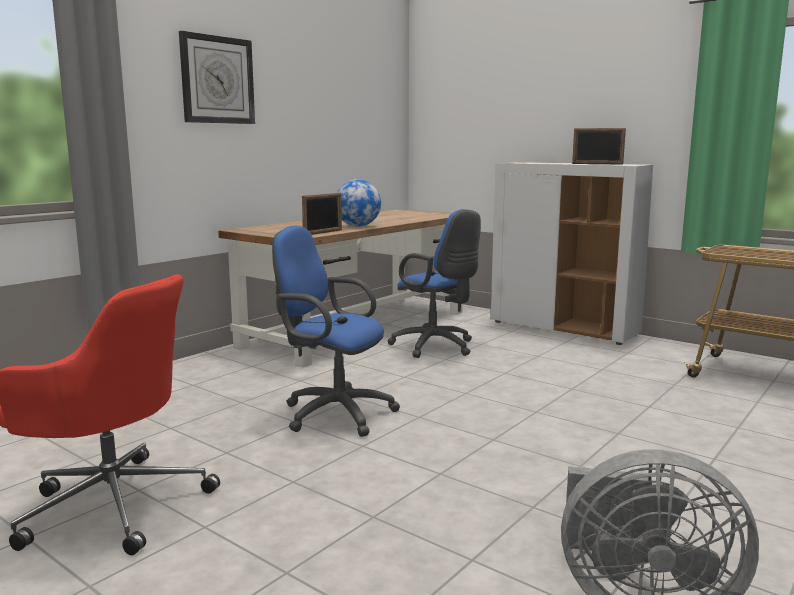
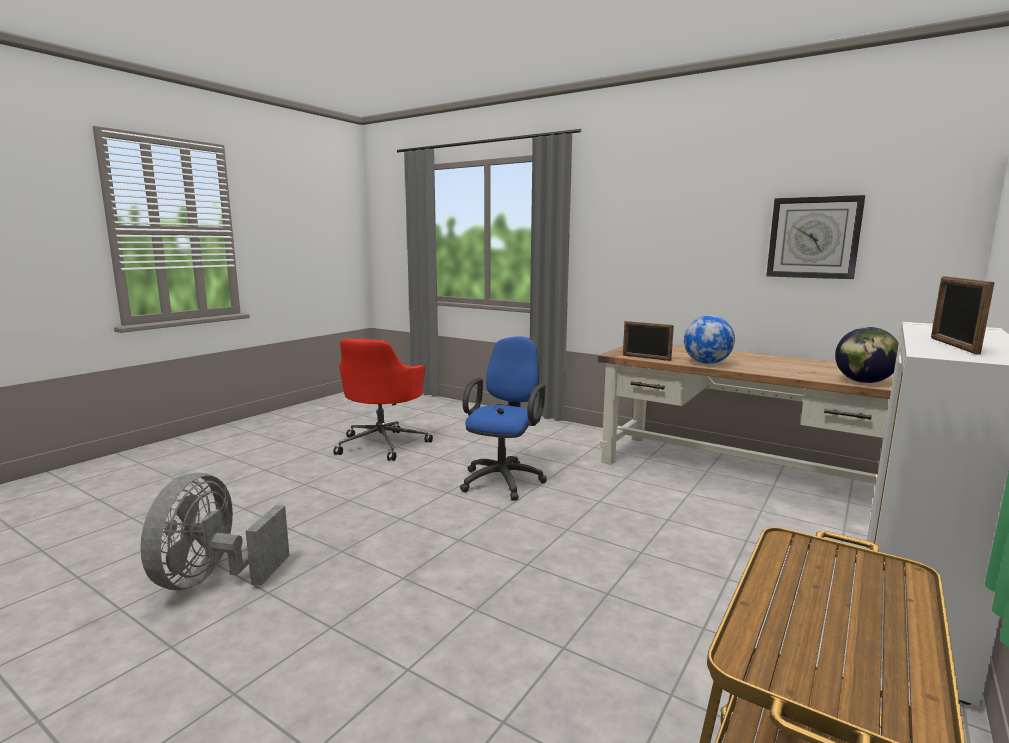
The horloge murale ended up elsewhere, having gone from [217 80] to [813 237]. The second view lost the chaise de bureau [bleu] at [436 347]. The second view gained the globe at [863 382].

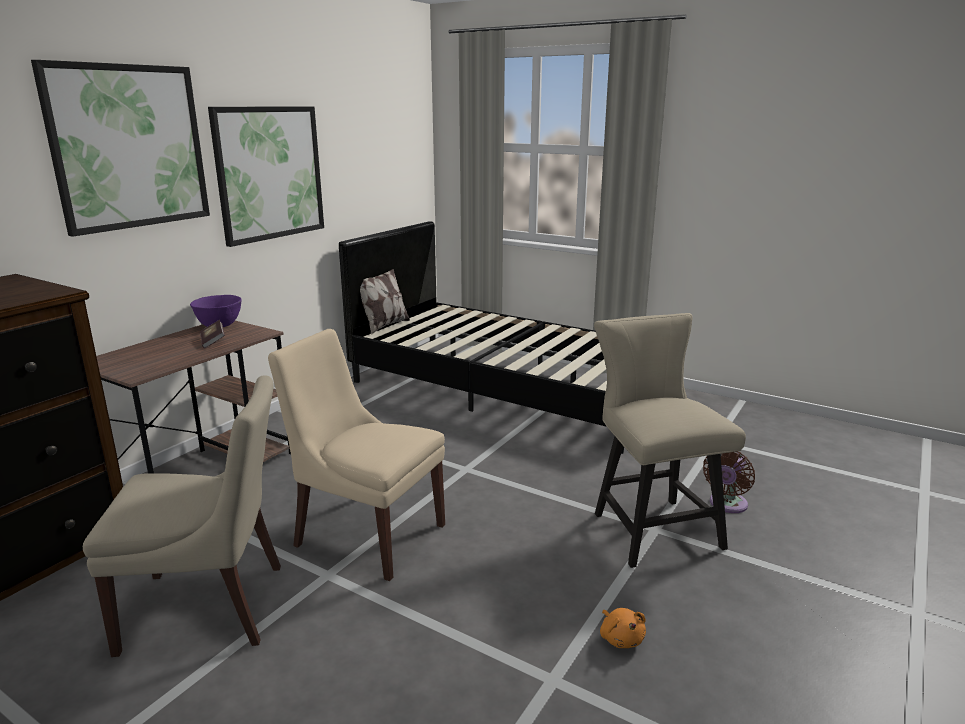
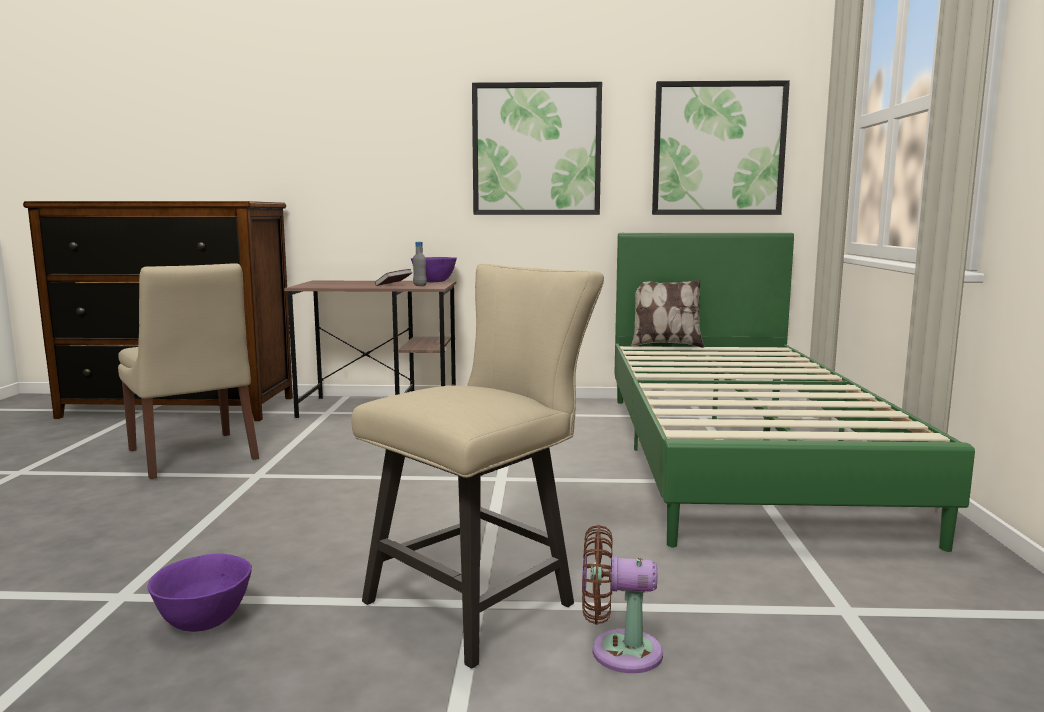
The tableau ended up elsewhere, having gone from [129 147] to [718 149]. What was the lit [noir] at [508 389] turned into the lit [vert] at [737 454]. The second view lost the chaise [beige] at [366 533]. Where the peluche [orange] stood at [621 638], the bol [violet] came to stand at [205 621]. The second view gained the bouteille [gris] at [419 285].

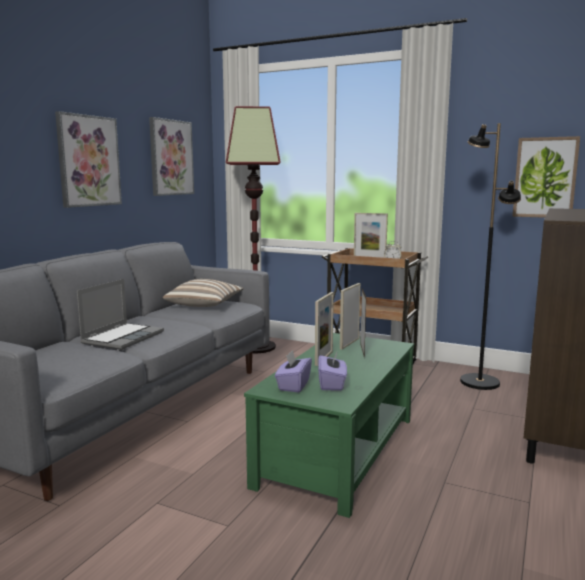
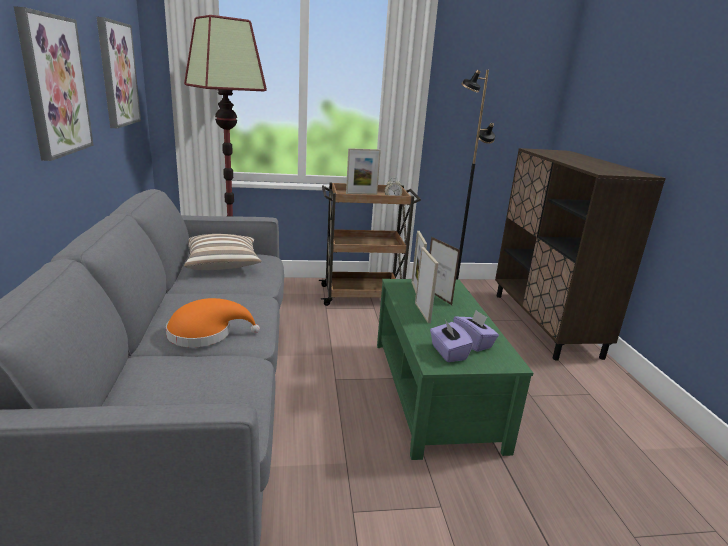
The second view lost the tableau at [545 177]. Where the ordinateur portable stood at [123 337], the chapeau [orange] came to stand at [205 333].

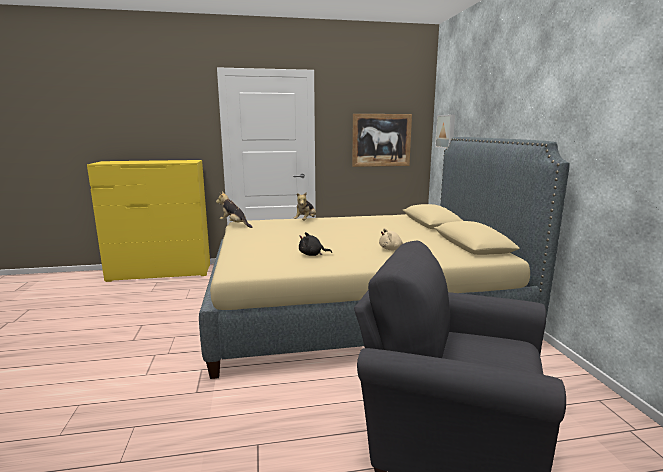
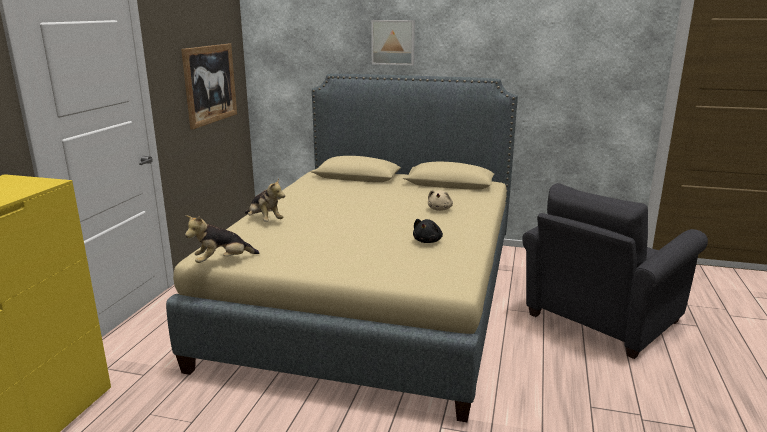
The tableau ended up elsewhere, having gone from [446 131] to [393 42].

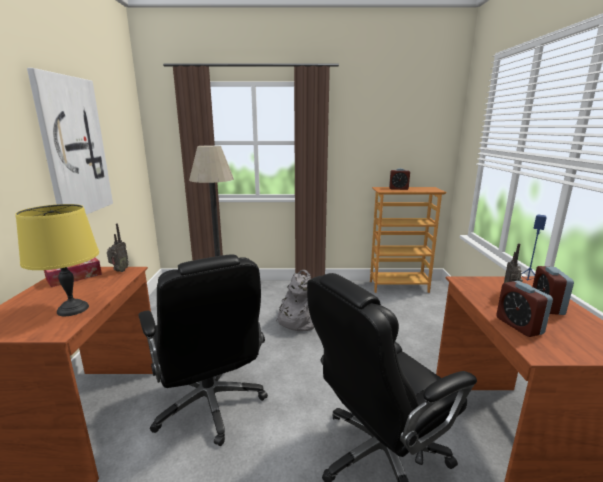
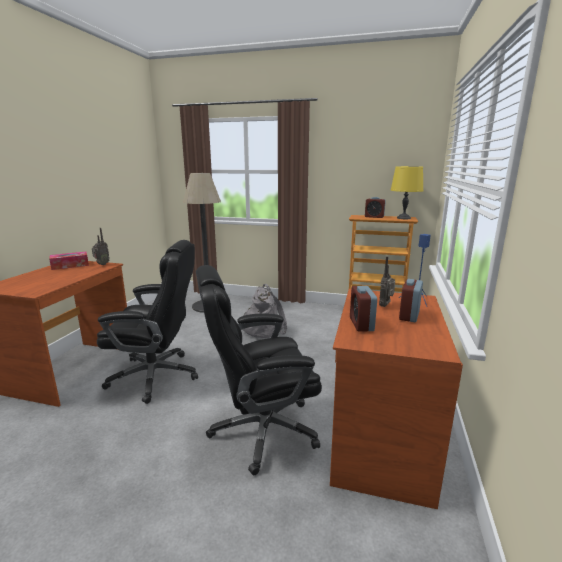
The second view lost the tableau at [73 147]. The lampe de table [jaune] ended up elsewhere, having gone from [73 309] to [403 218]. The chaise de bureau [noir] at [210 404] ended up facing another way, 75 degrees counterclockwise from before.

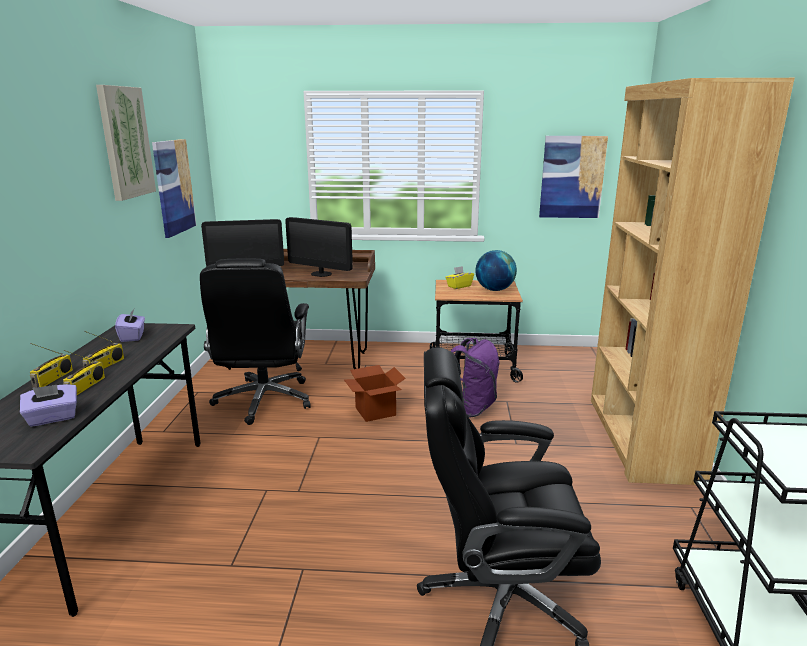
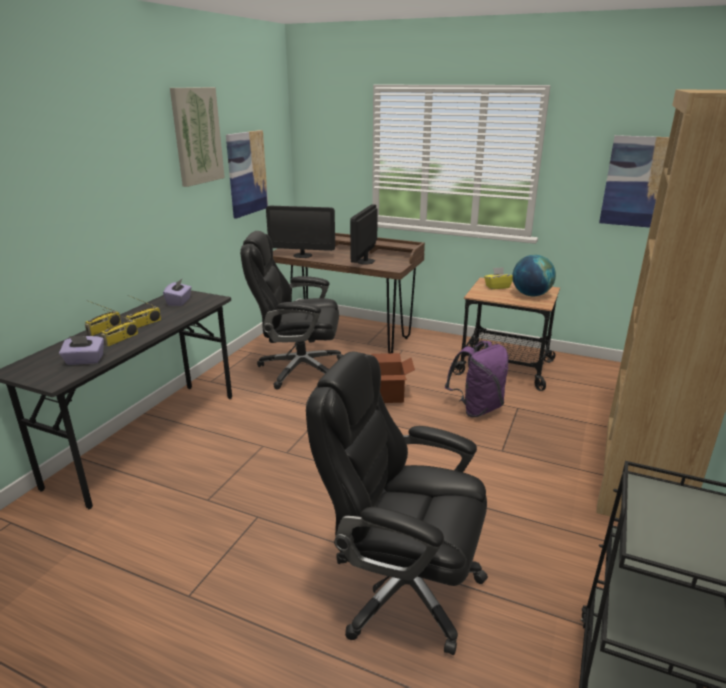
The écran d'ordinateur at [321 274] ended up facing another way, 60 degrees clockwise from before. The chaise de bureau [noir] at [264 401] ended up facing another way, 75 degrees clockwise from before.

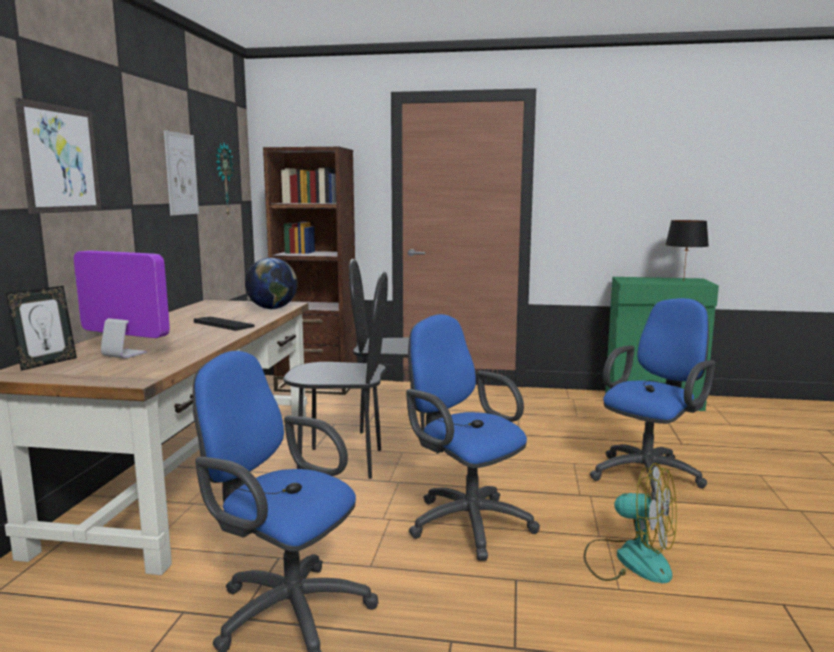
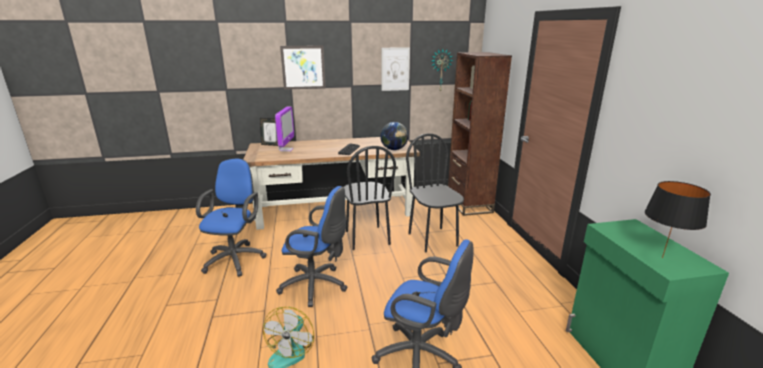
The chaise de bureau [bleu] at [465 521] ended up facing another way, 75 degrees clockwise from before.

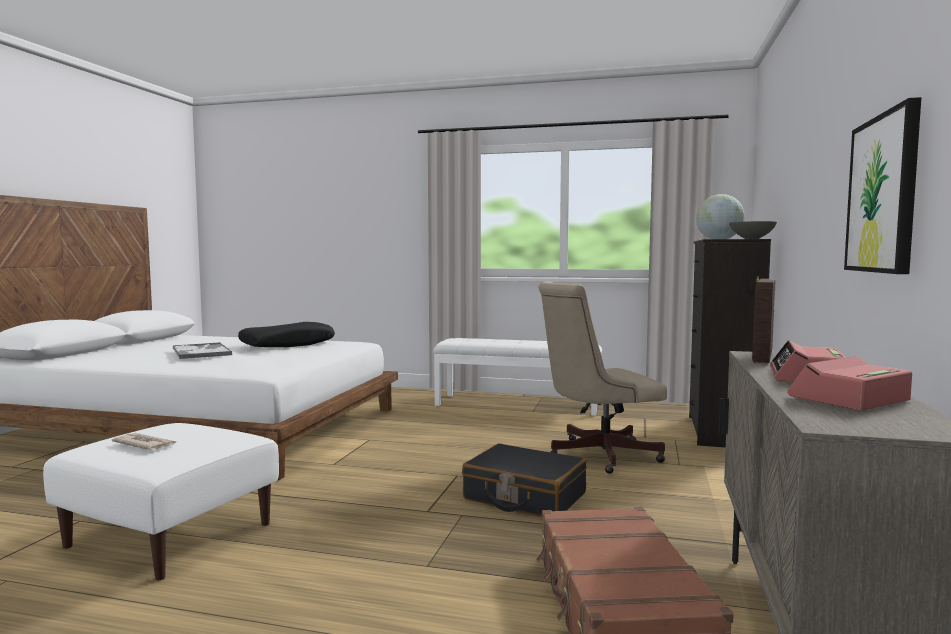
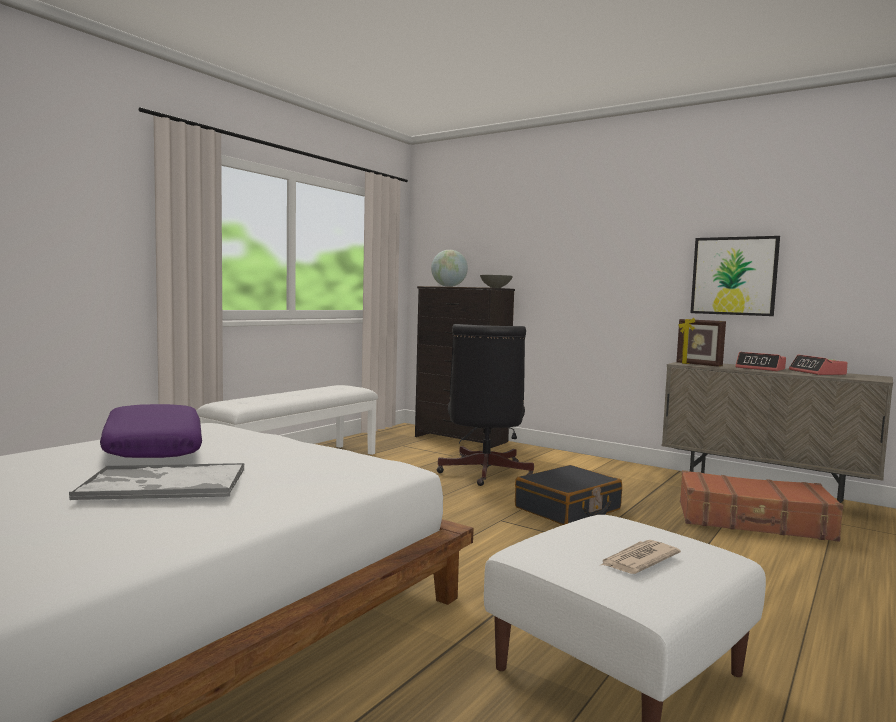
What was the chaise de bureau [beige] at [596 455] turned into the chaise de bureau [noir] at [484 474]. What was the coussin [noir] at [287 344] turned into the coussin [violet] at [152 447].

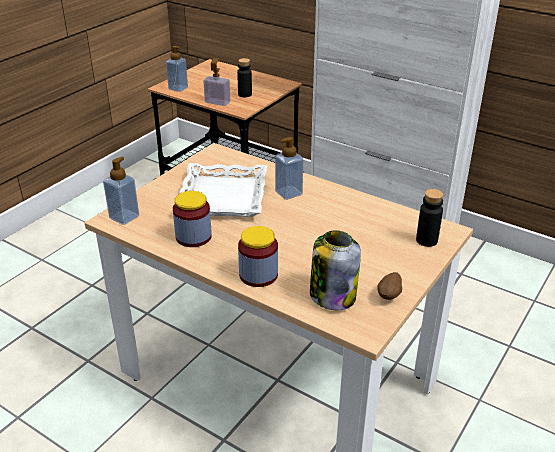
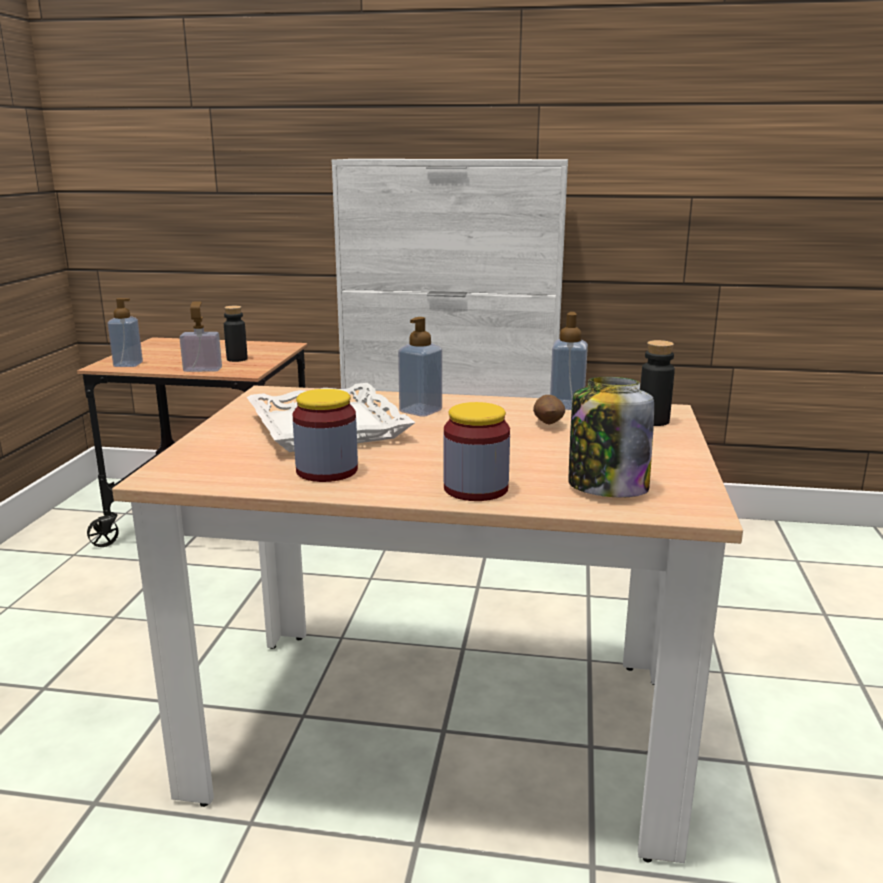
The distributeur de savon ended up elsewhere, having gone from [124 217] to [567 406]. The pomme de terre ended up elsewhere, having gone from [389 296] to [548 424].

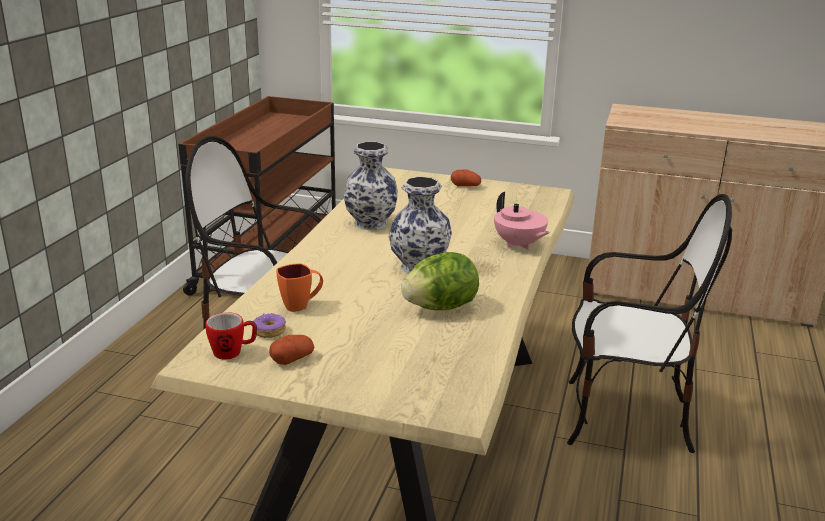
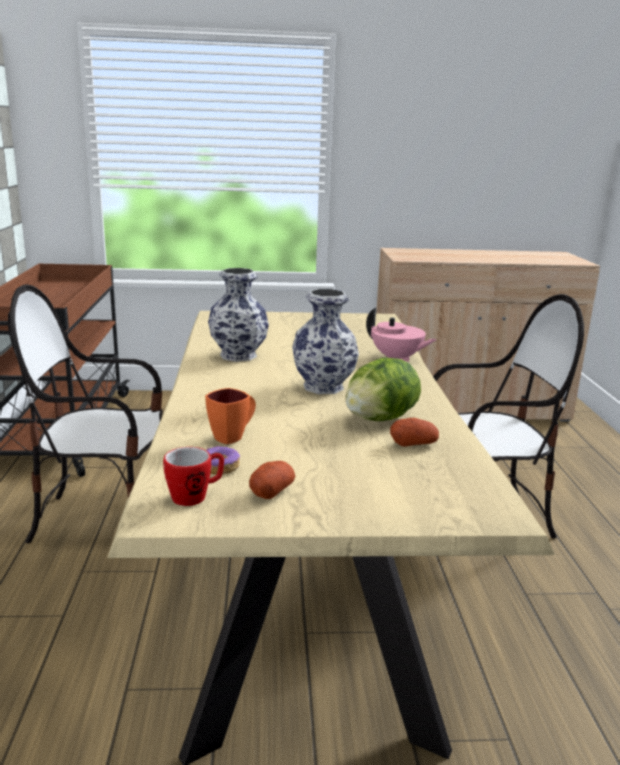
The pomme de terre ended up elsewhere, having gone from [465 186] to [413 444].

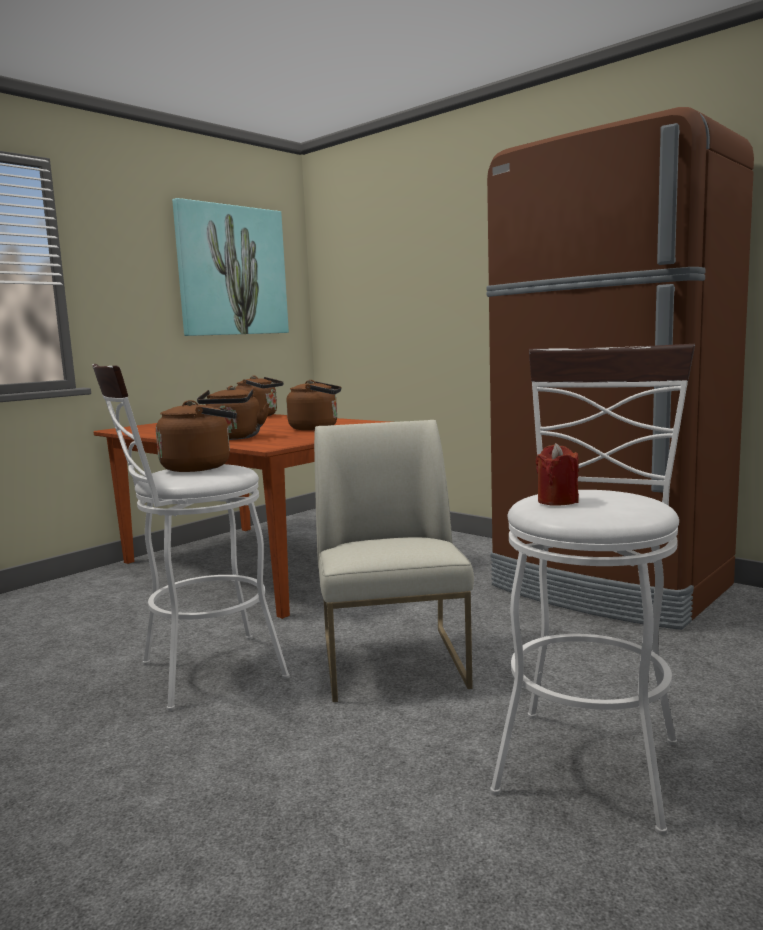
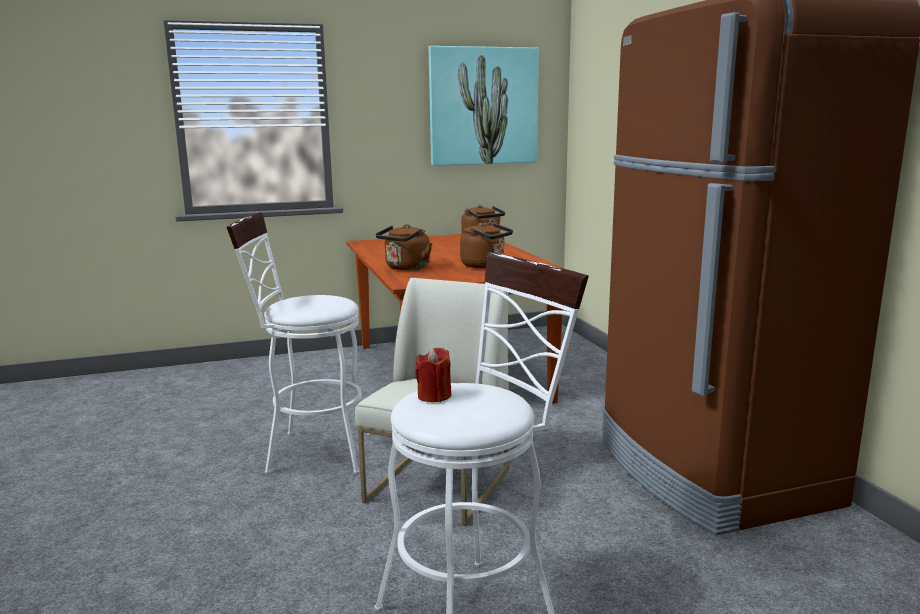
The second view lost the bouilloire [marron] at [200 467].

